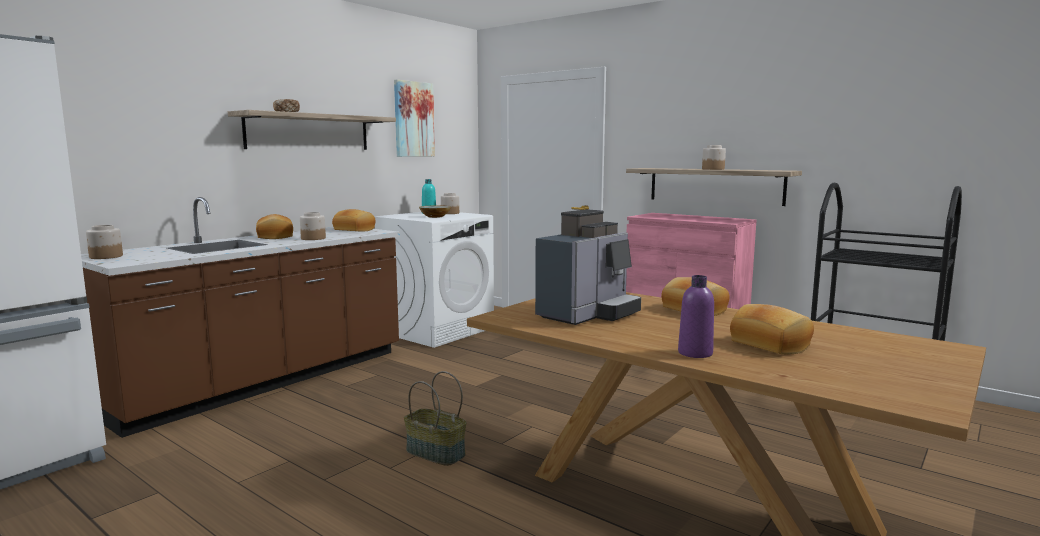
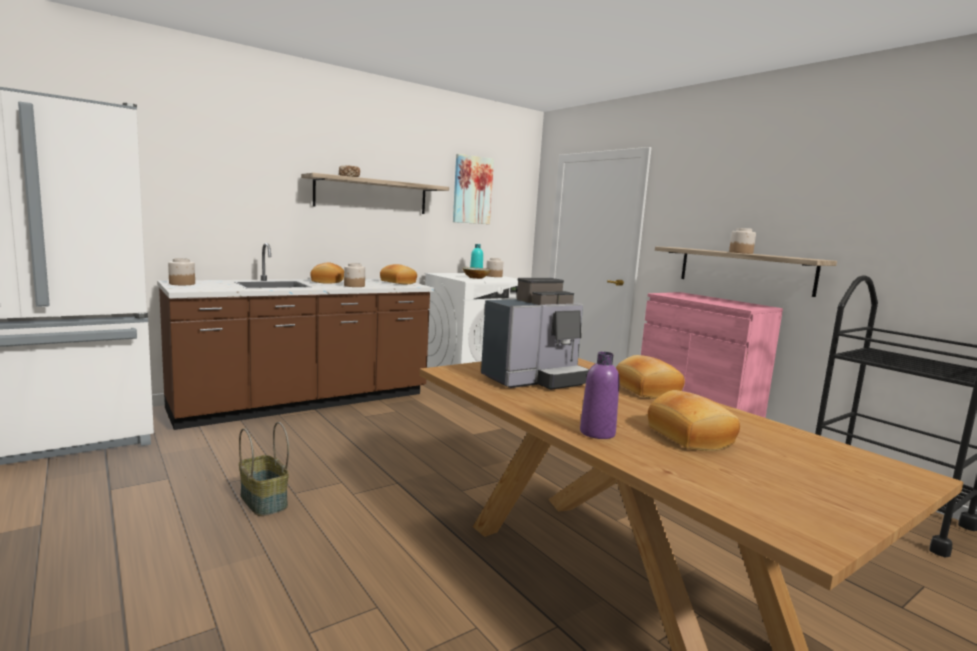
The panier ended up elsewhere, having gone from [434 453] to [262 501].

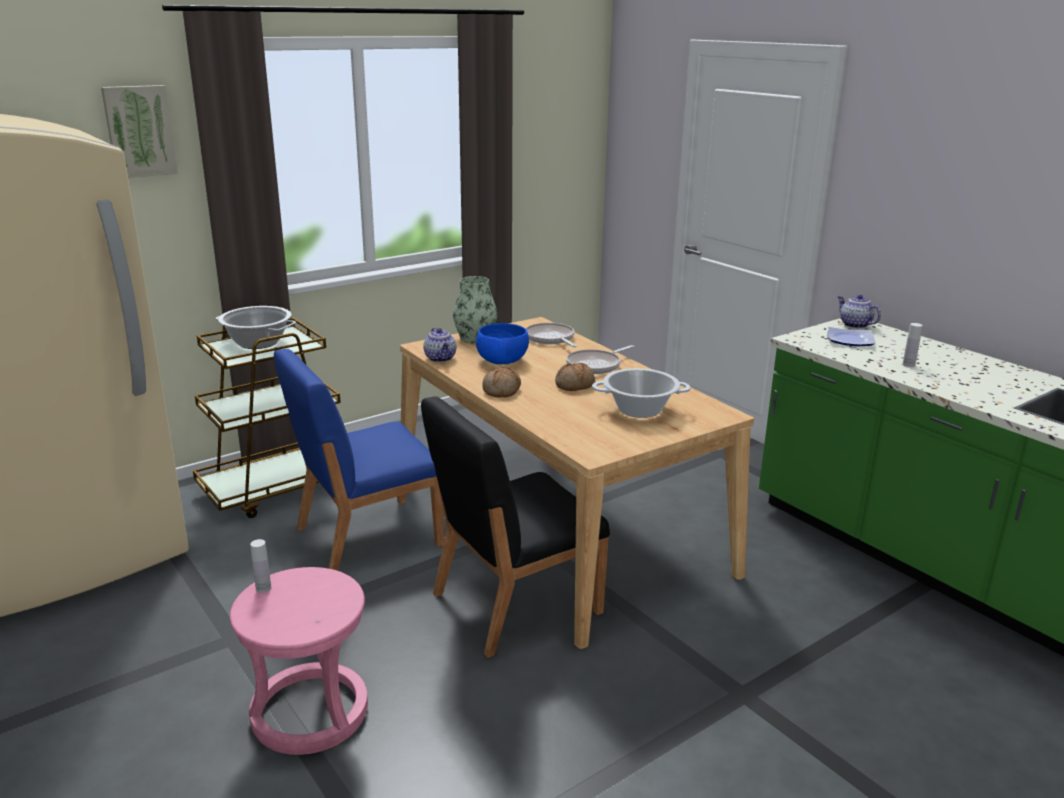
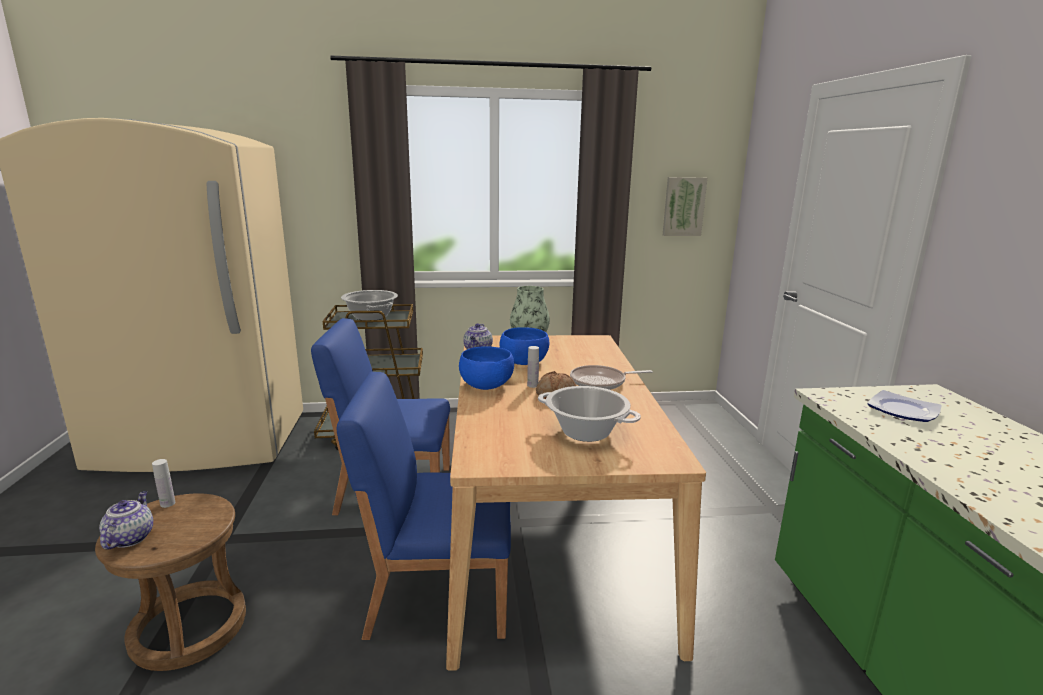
The tableau ended up elsewhere, having gone from [139 131] to [683 206]. The théière ended up elsewhere, having gone from [854 325] to [130 538]. The second view lost the poêle at [550 339]. The bouteille [blanc] ended up elsewhere, having gone from [908 365] to [532 385]. Where the pain stood at [502 391], the bol [bleu] came to stand at [486 385]. What was the chaise [noir] at [514 603] turned into the chaise [bleu] at [438 593]. What was the tabouret [rose] at [309 712] turned into the tabouret [marron] at [188 627].

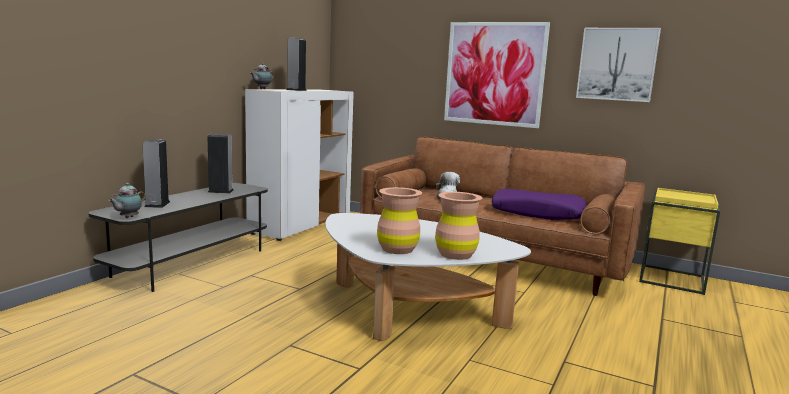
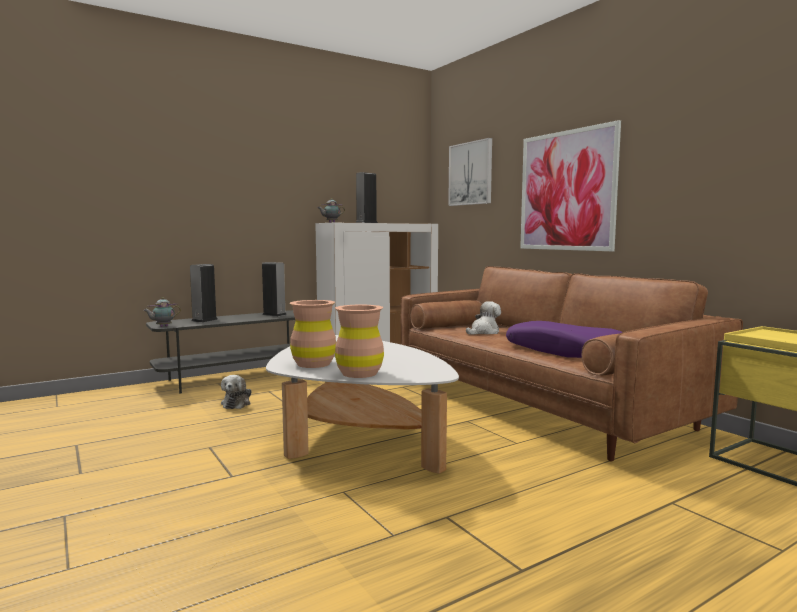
The tableau ended up elsewhere, having gone from [617 64] to [470 173]. The second view gained the peluche at [237 403].

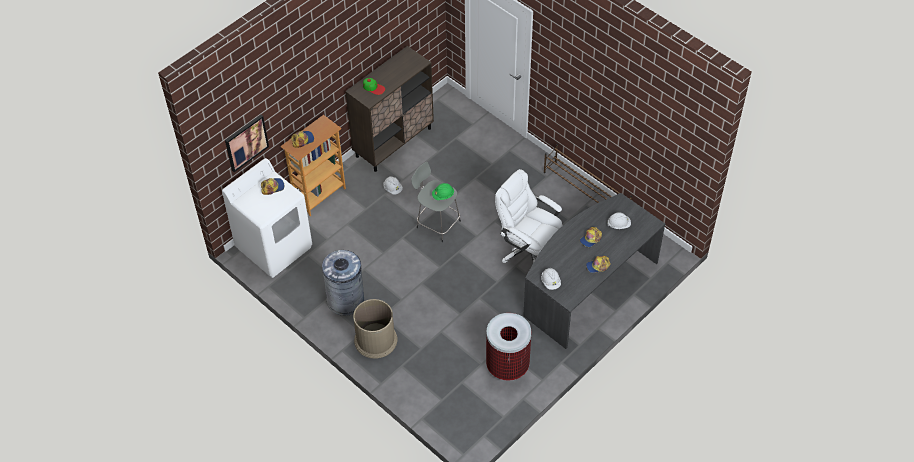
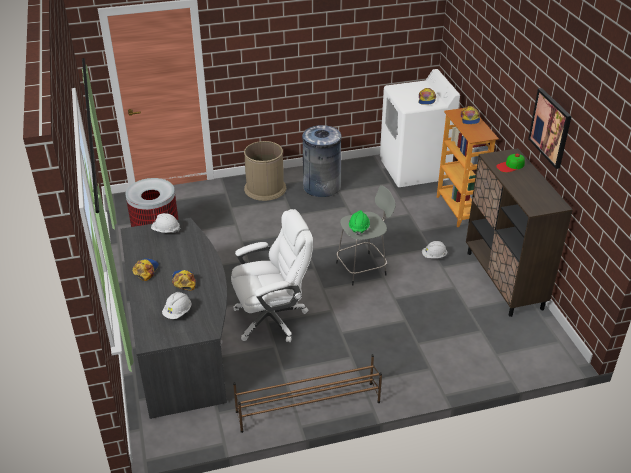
The tableau ended up elsewhere, having gone from [246 142] to [550 127].

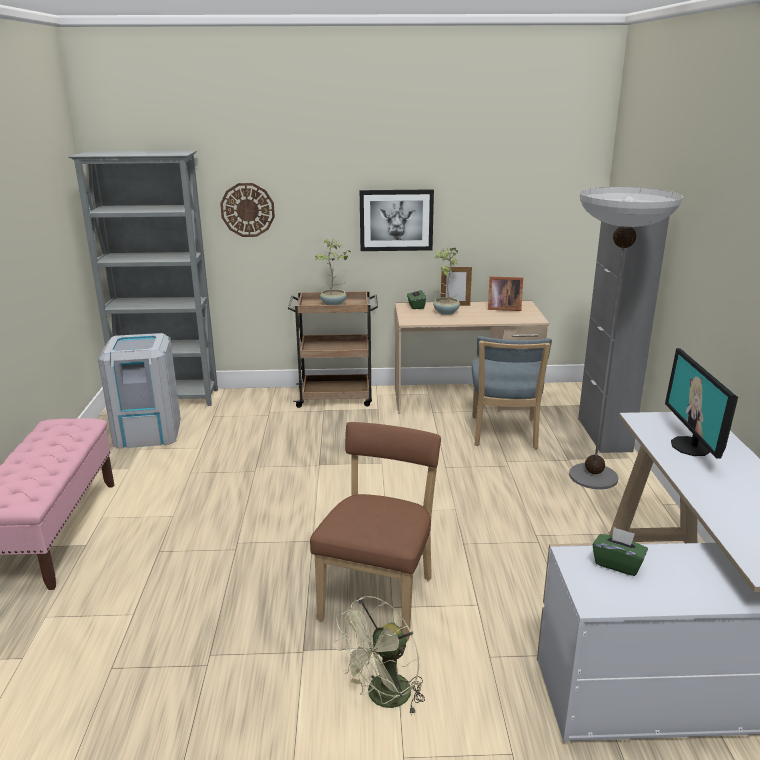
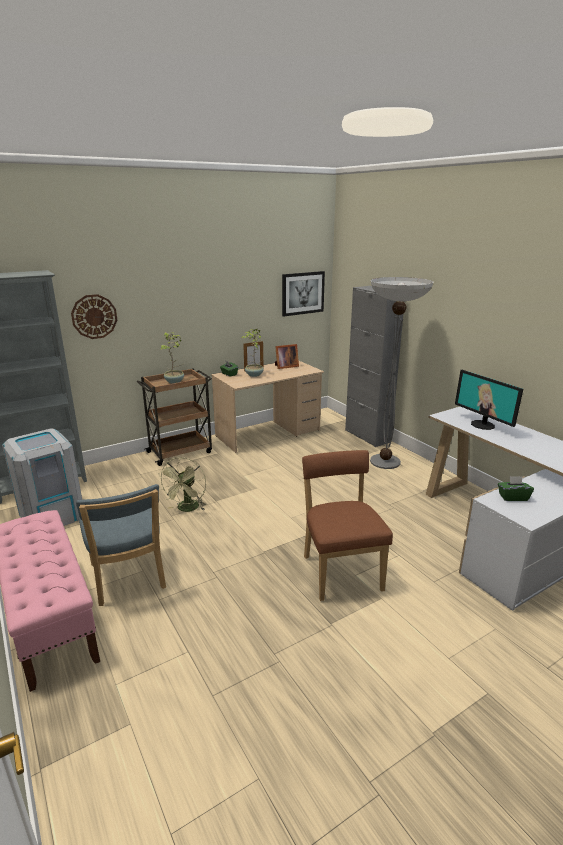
The tableau ended up elsewhere, having gone from [396 220] to [302 293]. The chaise [bleu] ended up elsewhere, having gone from [504 434] to [128 579]. The ventilateur [vert] ended up elsewhere, having gone from [383 698] to [187 509].

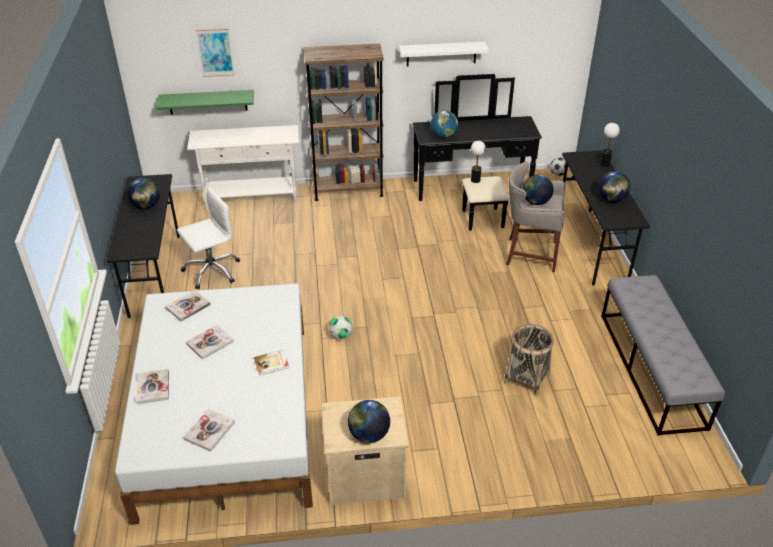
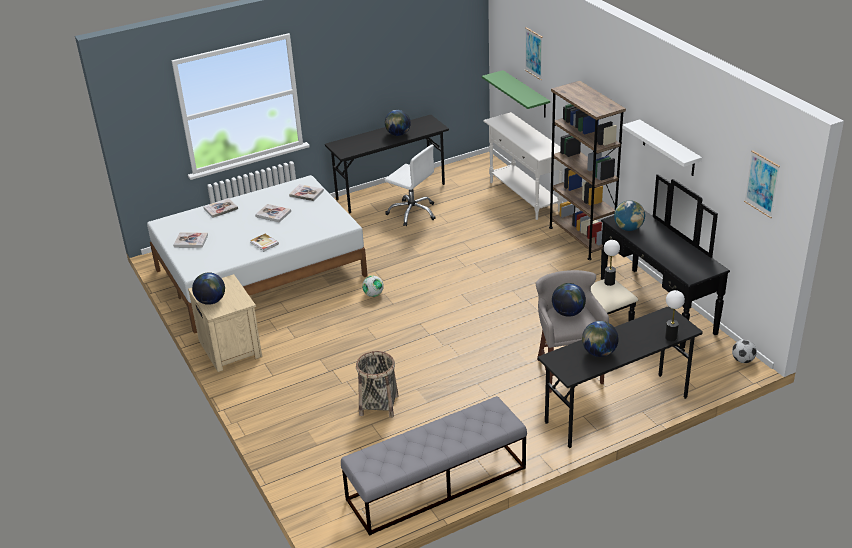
The second view gained the tableau at [762 184].

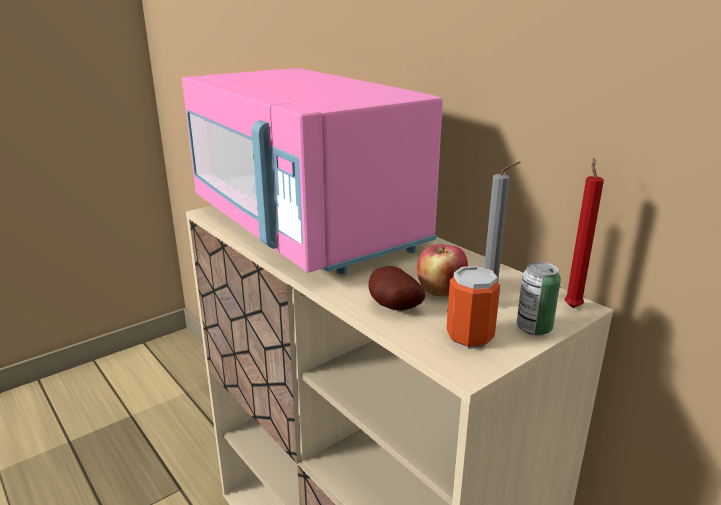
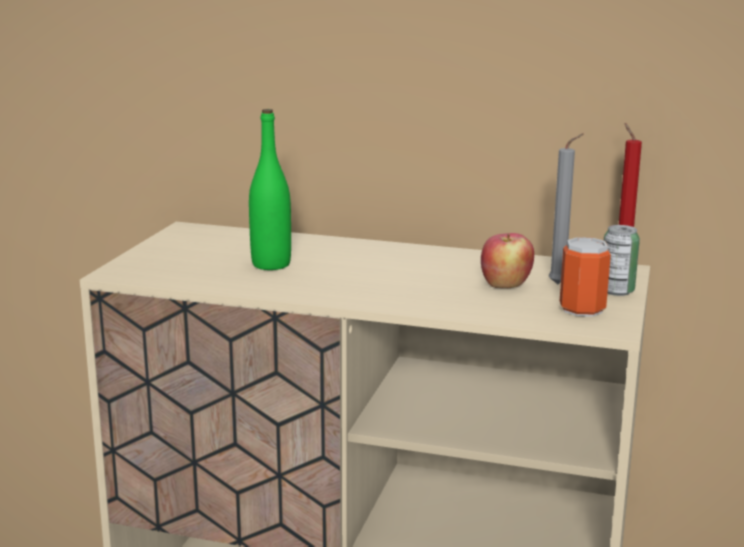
Where the micro-ondes [rose] stood at [305 228], the bouteille [vert] came to stand at [271 264]. The second view lost the pomme de terre at [392 308].

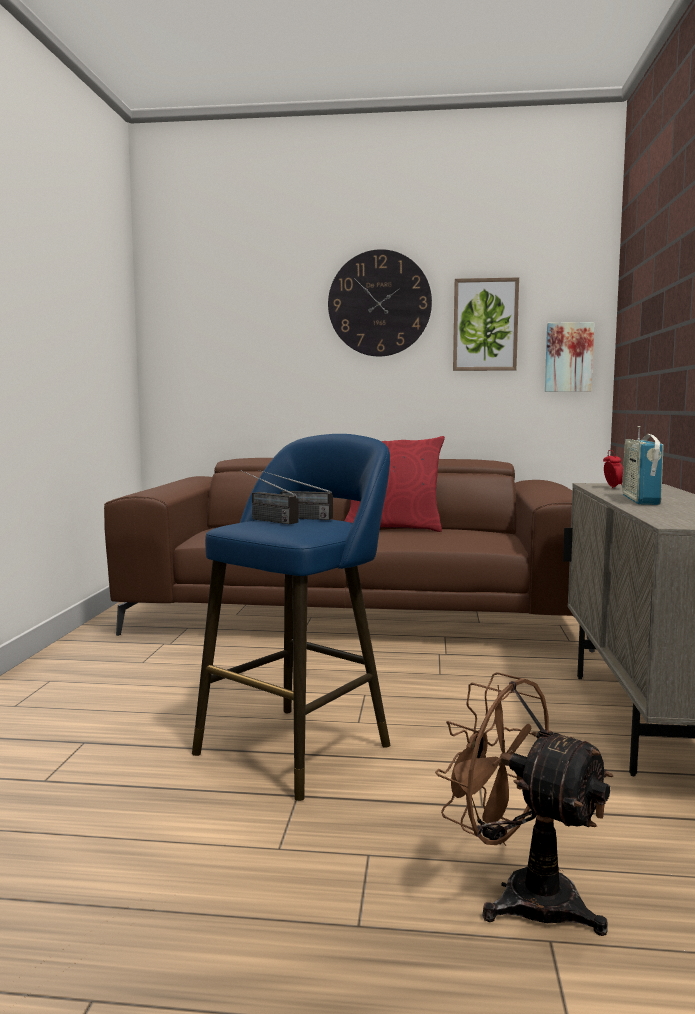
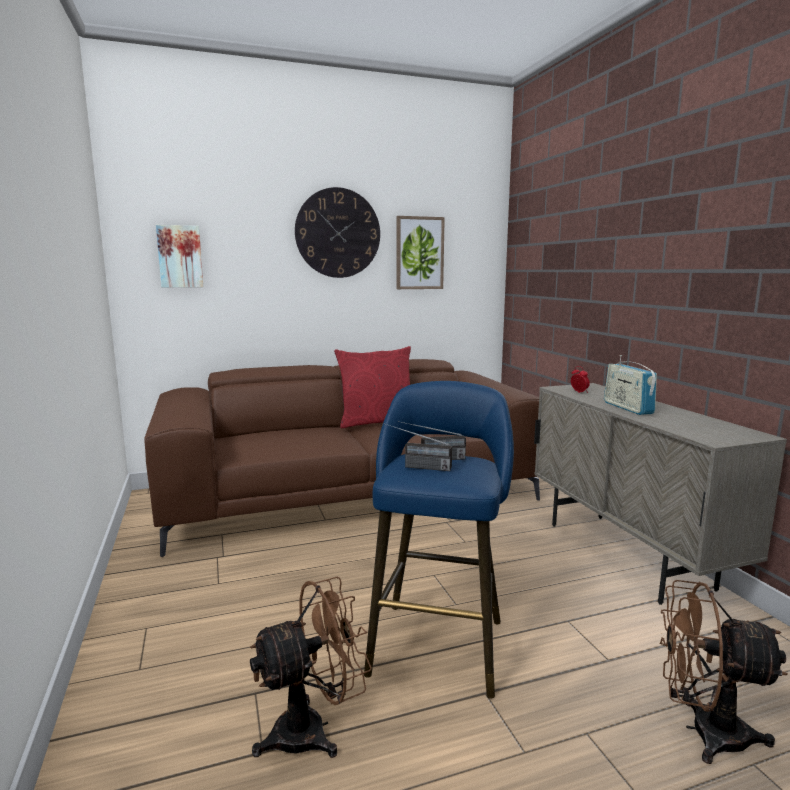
The tableau ended up elsewhere, having gone from [568 357] to [180 256]. The second view gained the ventilateur [marron] at [313 729].

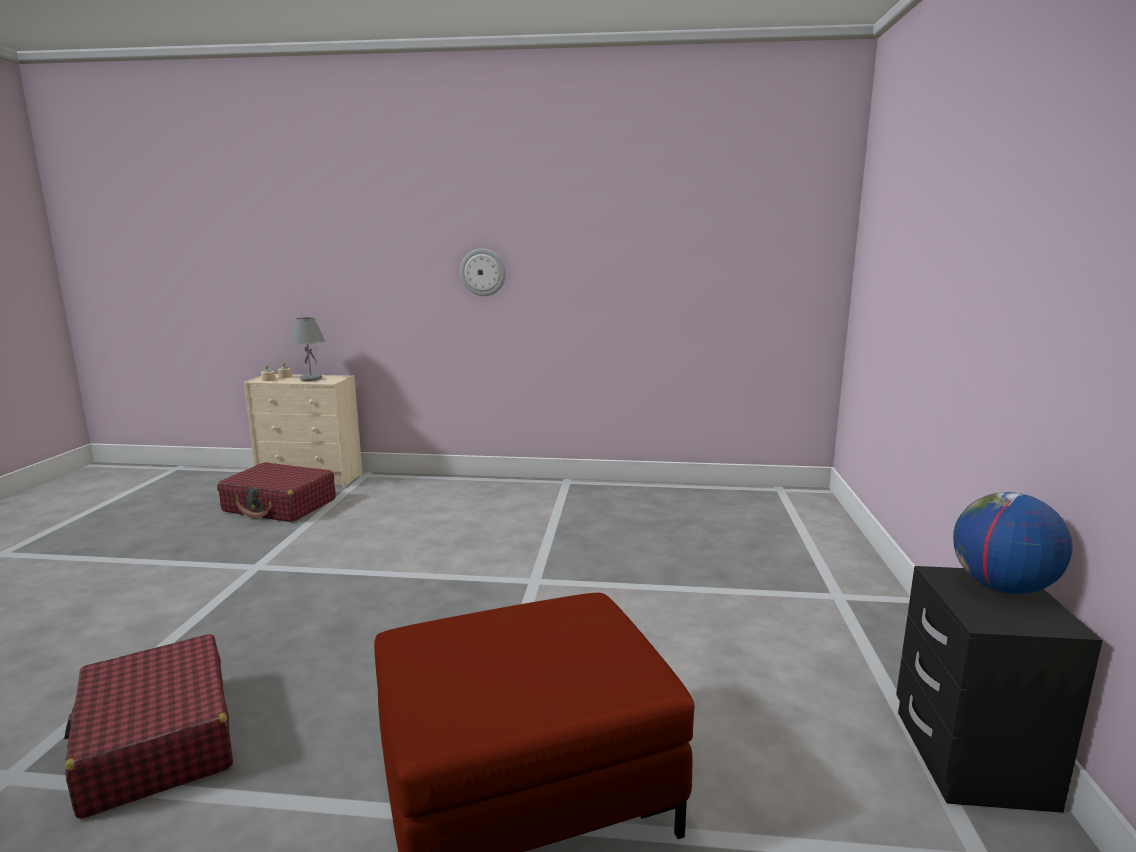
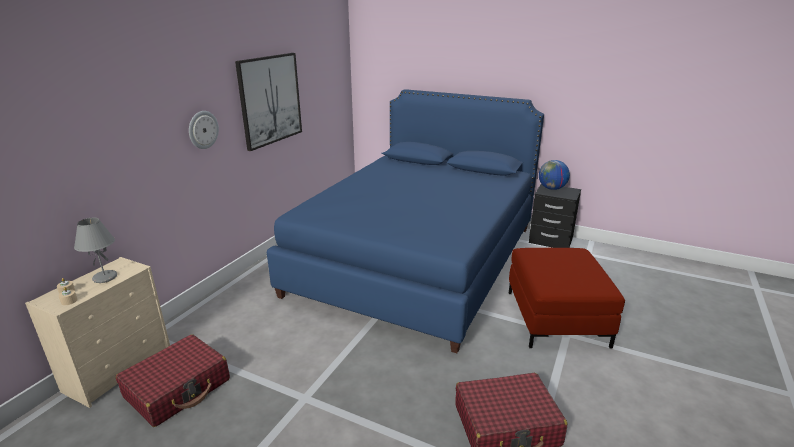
The second view gained the tableau at [270 100]. The second view gained the lit [bleu] at [417 259].

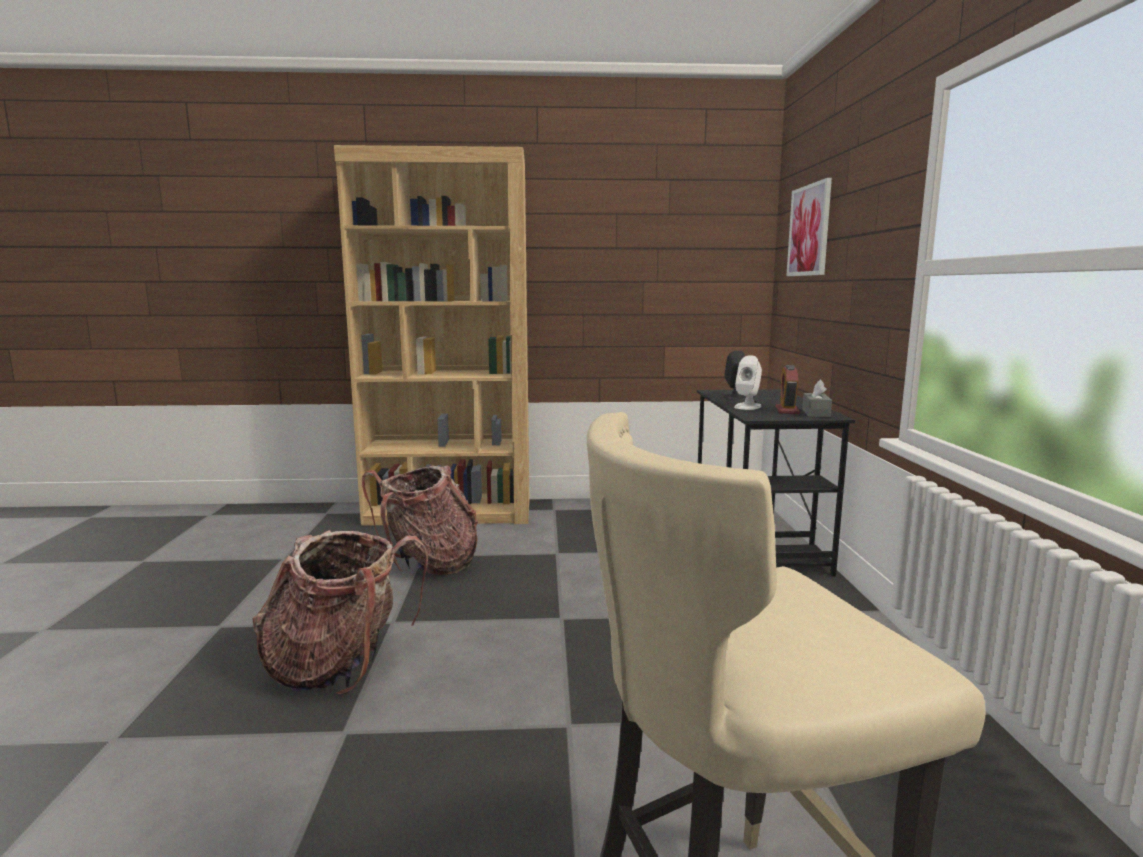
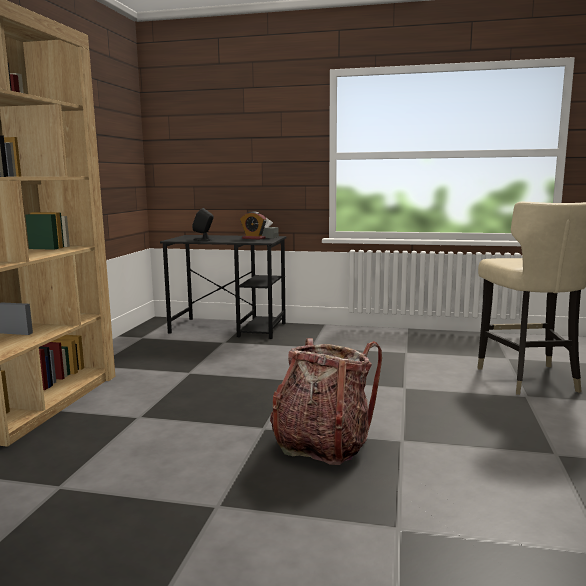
The second view lost the tableau at [809 230]. The second view lost the enceinte [blanc] at [748 406]. The second view lost the sac à dos at [428 564].

